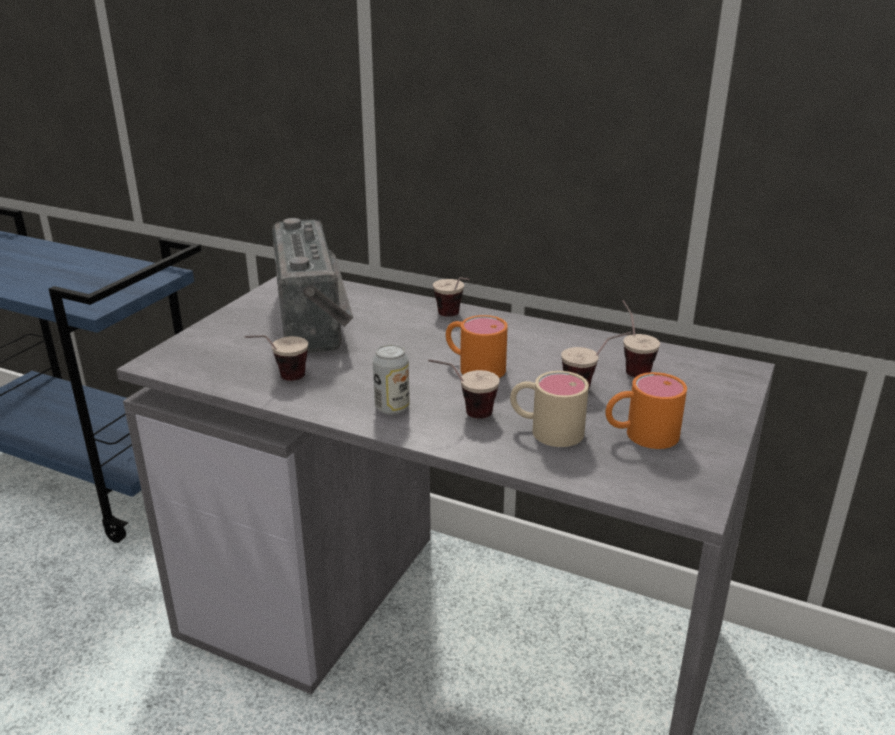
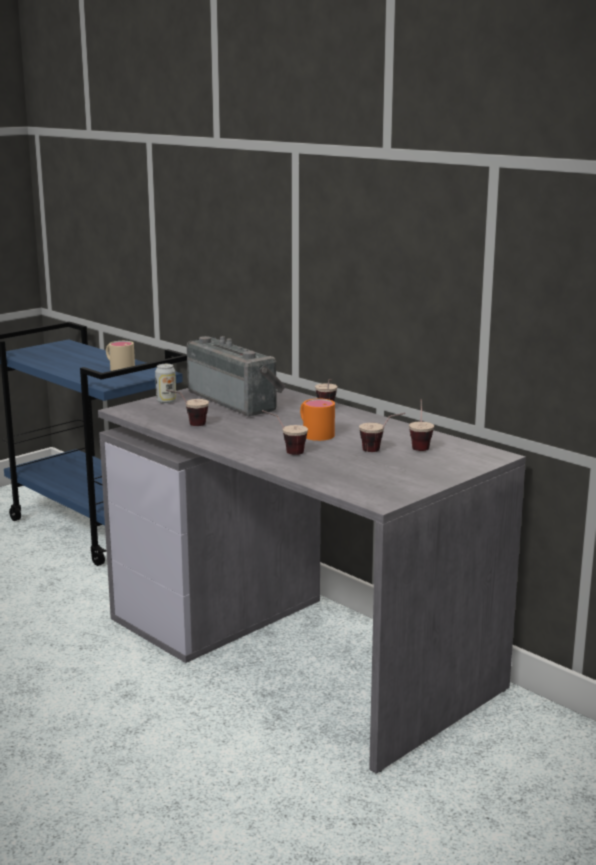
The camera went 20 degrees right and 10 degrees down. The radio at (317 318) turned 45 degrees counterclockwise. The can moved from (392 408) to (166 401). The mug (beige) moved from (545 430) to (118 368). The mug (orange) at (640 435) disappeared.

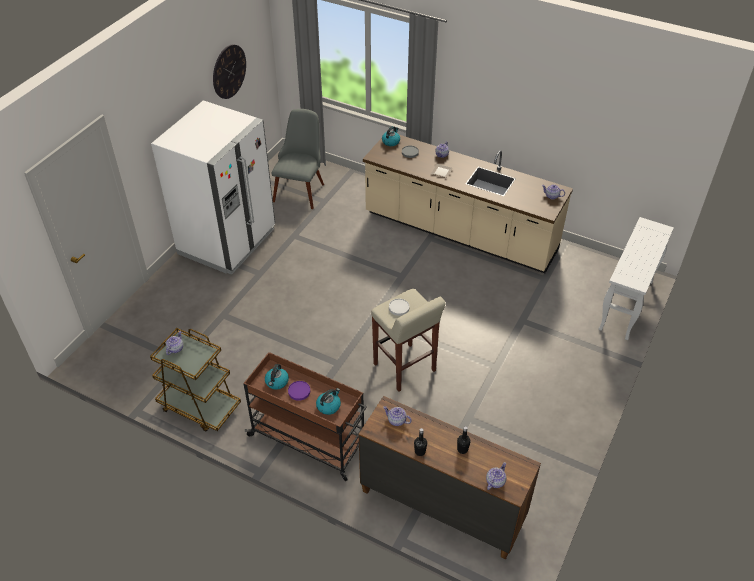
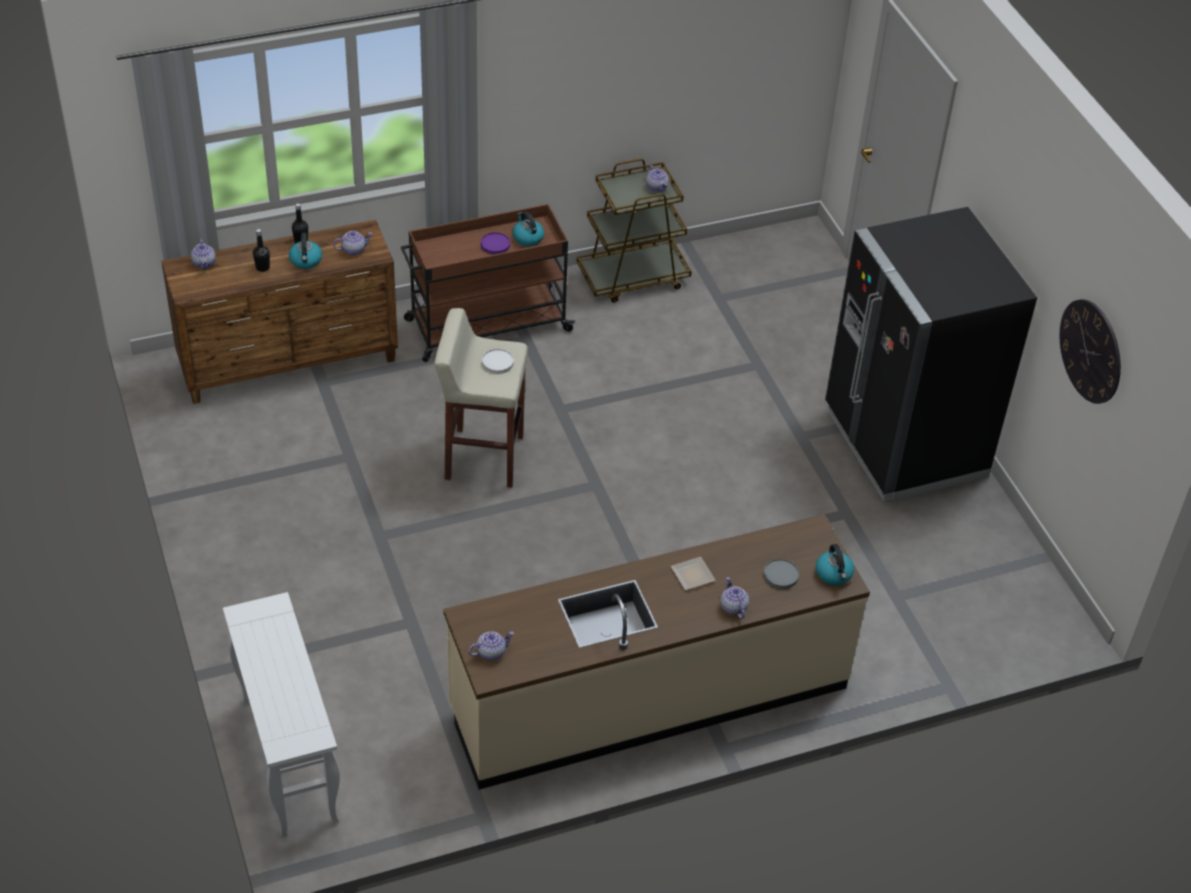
The camera went 130 degrees right and 0 degrees up. The fridge (white) at (227 241) became the fridge (black) at (904 443). The chair (grey) at (301 188) disappeared. The kettle moved from (328 406) to (306 261).

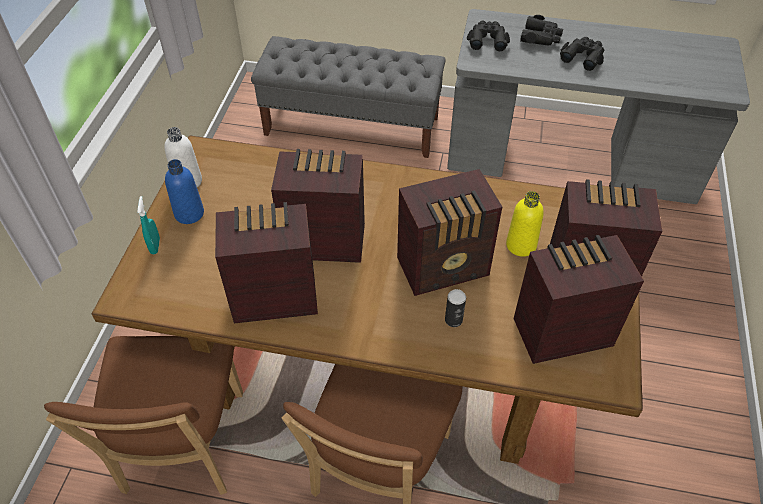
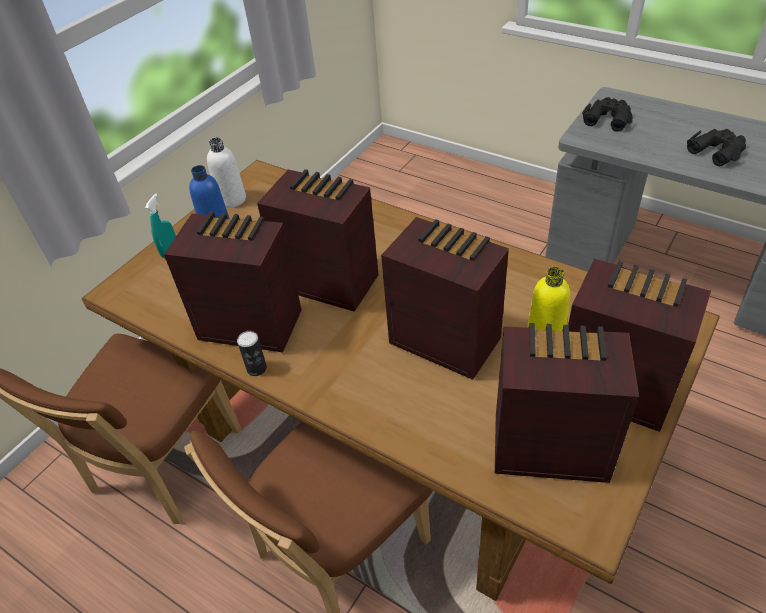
The camera went 25 degrees right and 5 degrees down. The bench (grey) at (352 126) disappeared. The radio at (445 268) turned 150 degrees counterclockwise. The can moved from (453 320) to (256 368). The binoculars (black) at (541 37) disappeared.

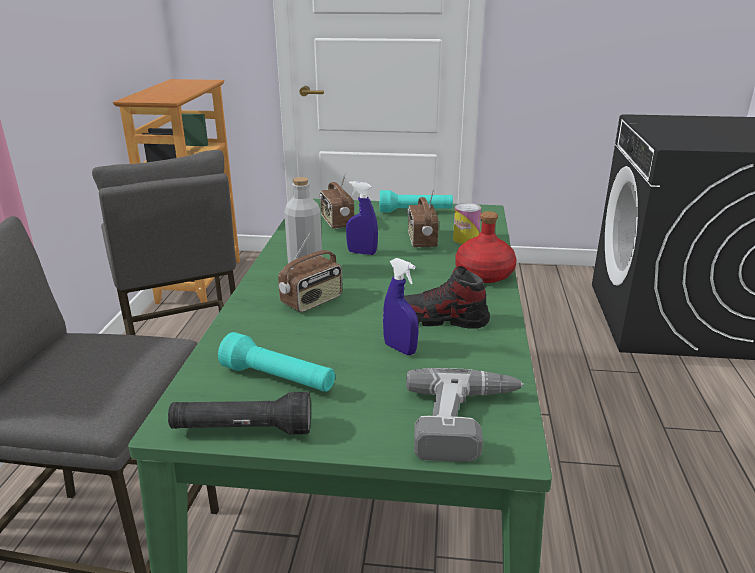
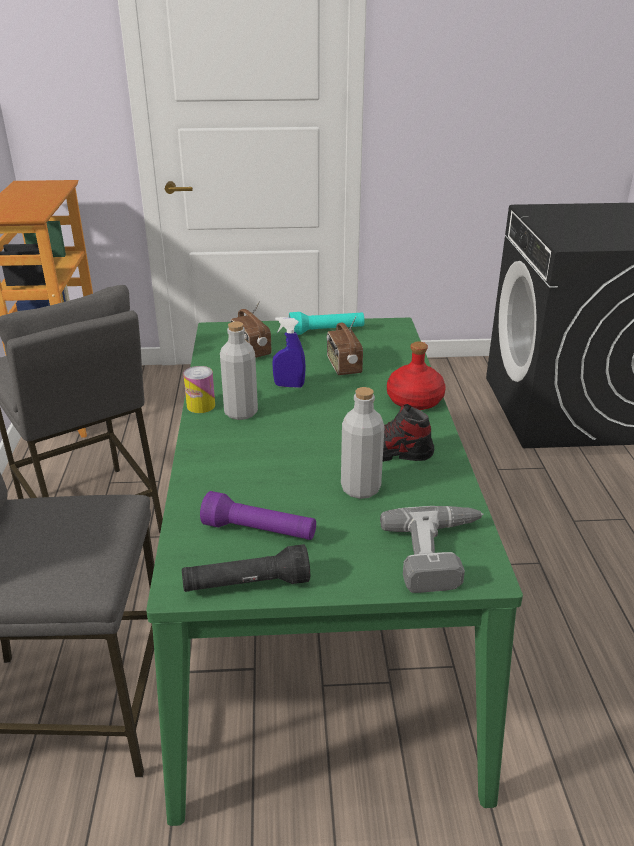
The camera went 10 degrees left and 5 degrees up. The flashlight (turquoise) at (278 379) became the flashlight (purple) at (259 531). The radio at (312 301) disappeared. The spray bottle (blue) at (400 349) was replaced by the bottle (grey) at (360 488). The can moved from (465 239) to (201 406).

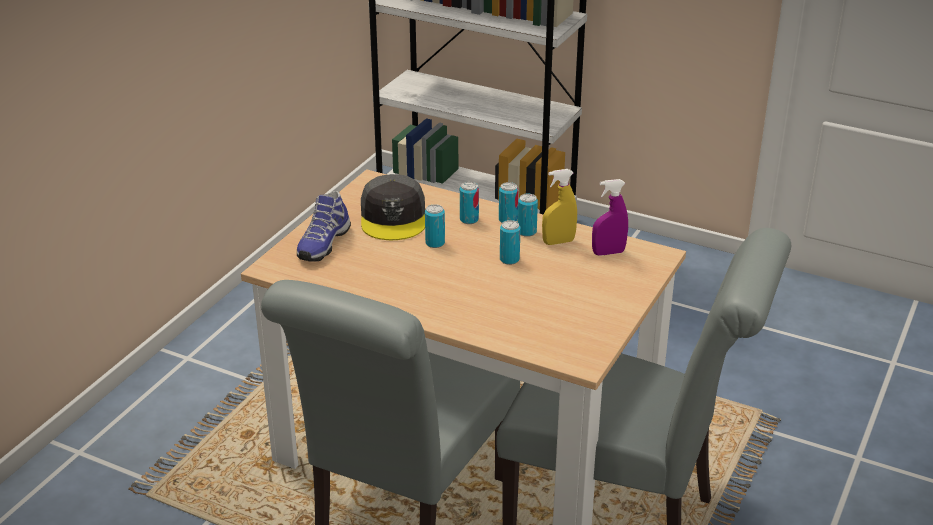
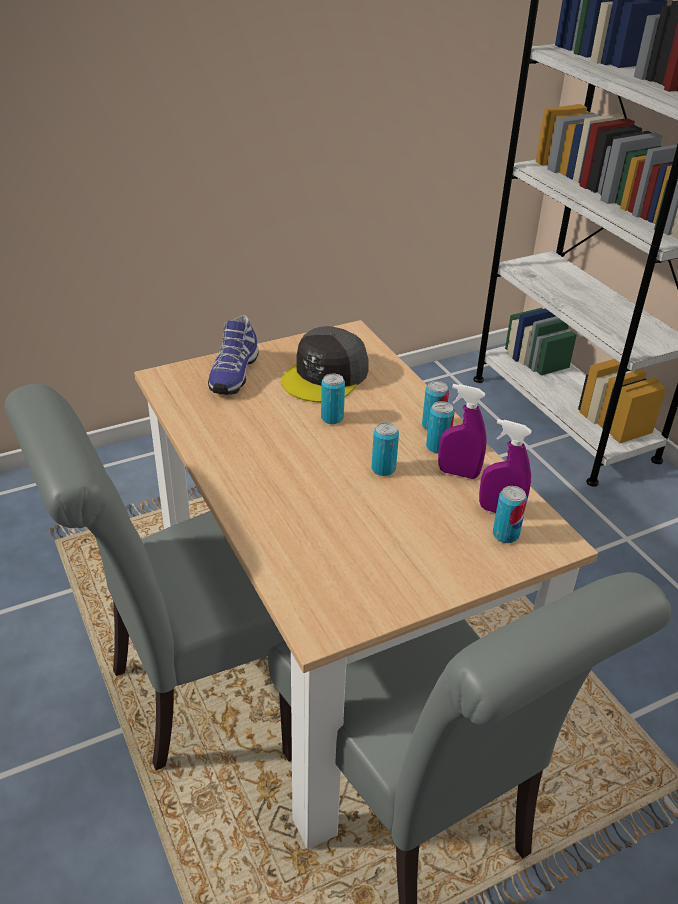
The camera went 35 degrees right and 5 degrees up. The shoe at (322 244) turned 45 degrees counterclockwise. The can moved from (469 220) to (505 535). The spray bottle (yellow) at (558 242) became the spray bottle (purple) at (458 473).

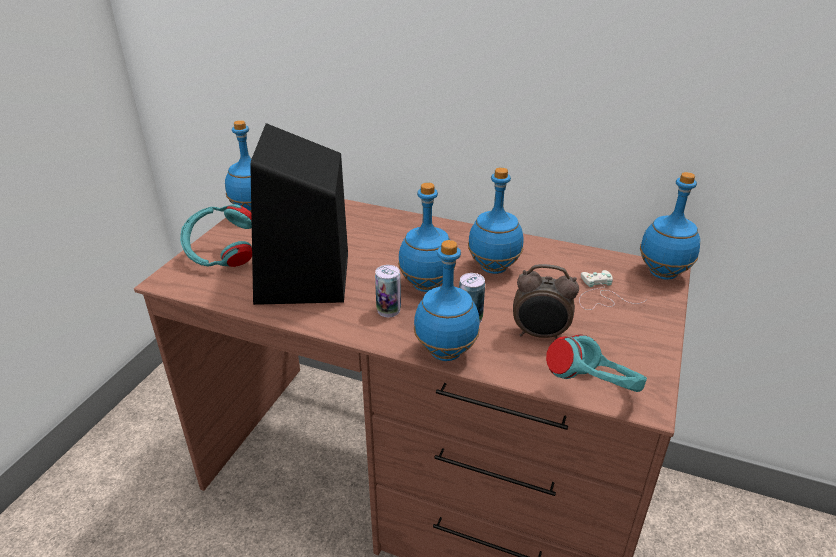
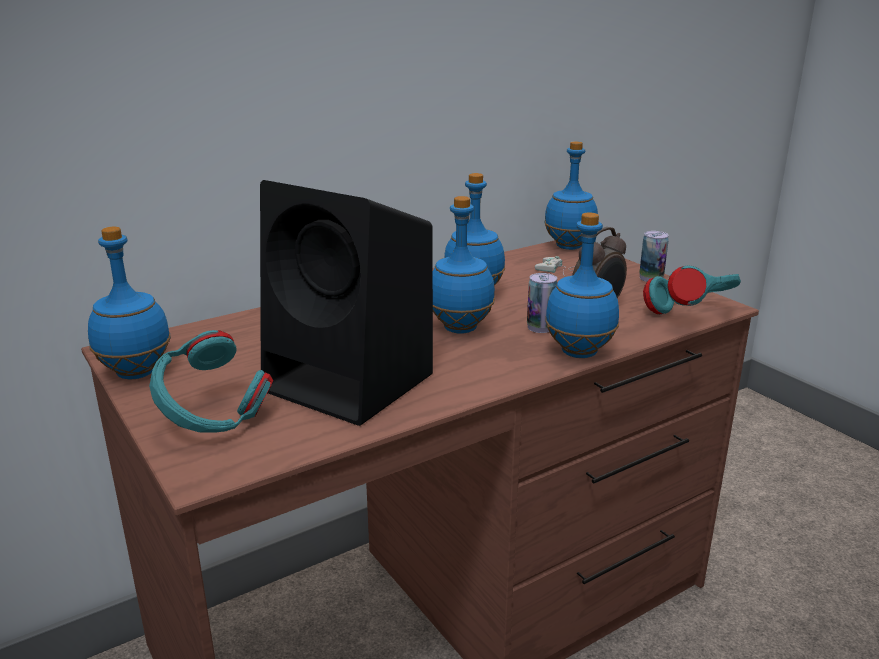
The camera went 55 degrees left and 10 degrees down. The can moved from (388 310) to (651 278).

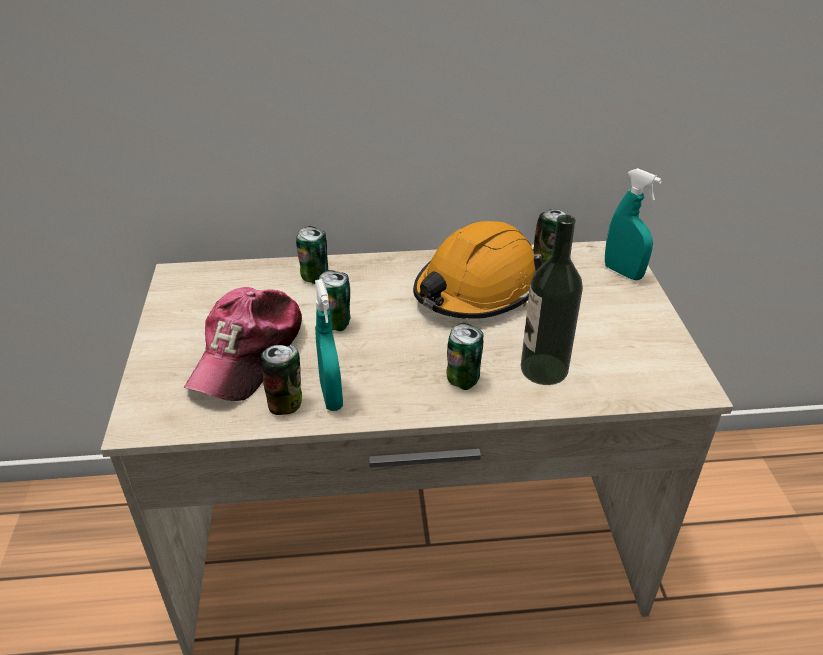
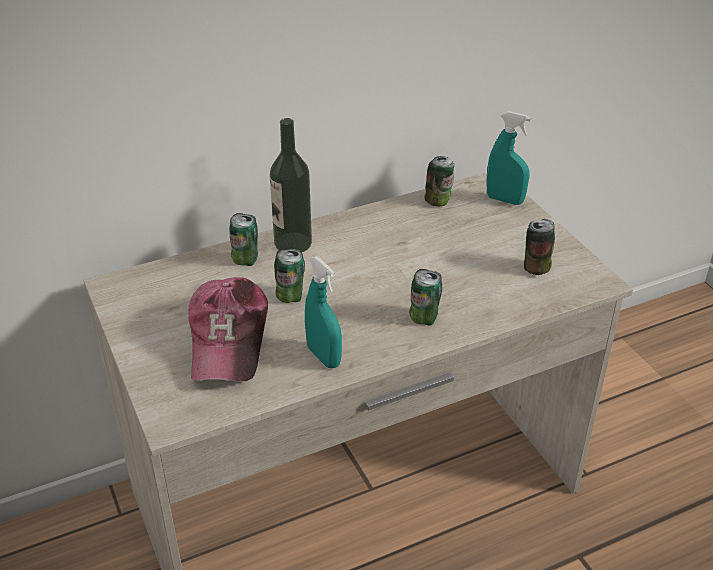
The camera went 20 degrees left and 0 degrees up. The can moved from (286 403) to (536 267). The hard hat (orange) at (476 290) disappeared. The bottle moved from (544 369) to (293 243).

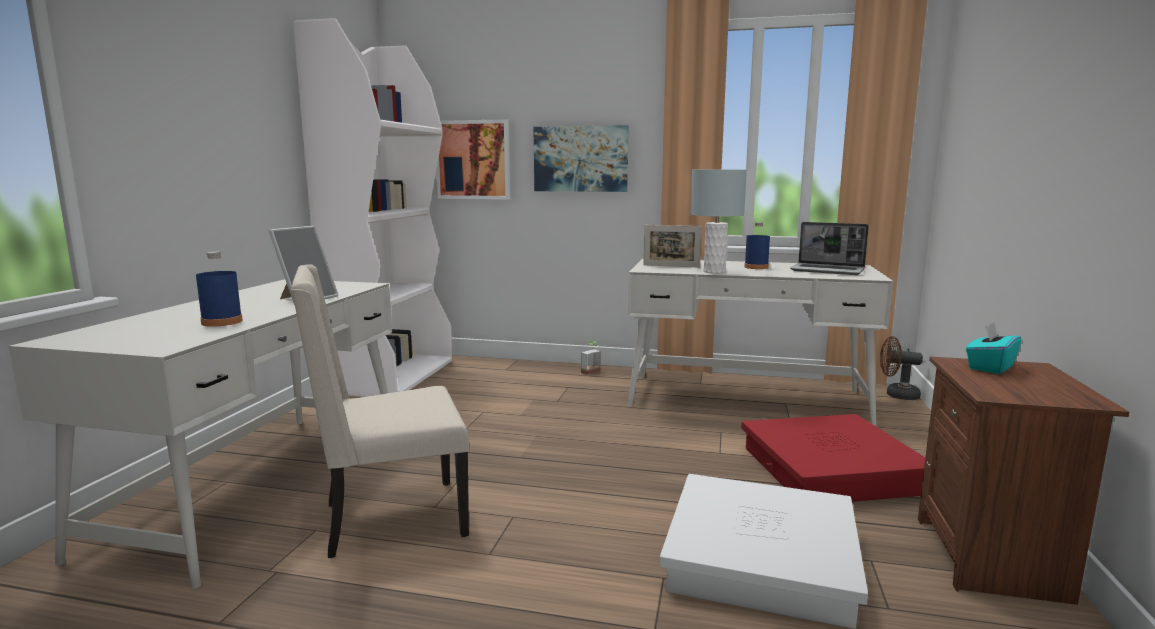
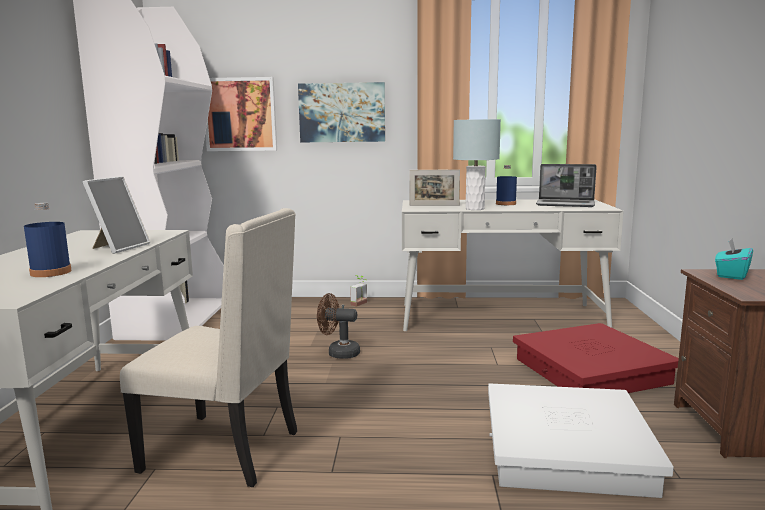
The camera went 10 degrees left and 0 degrees up. The chair (beige) at (391 519) turned 135 degrees counterclockwise. The fan (brown) moved from (896 395) to (338 353).

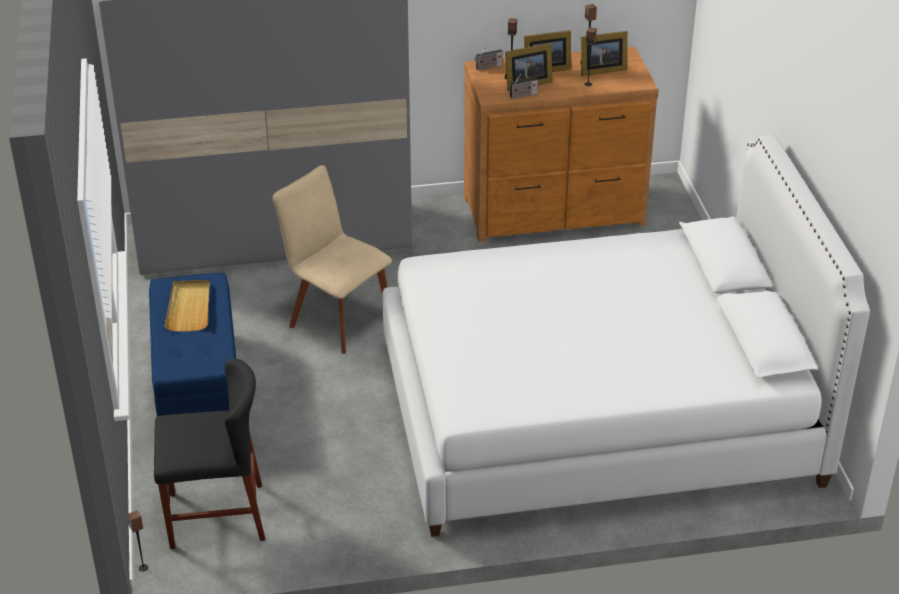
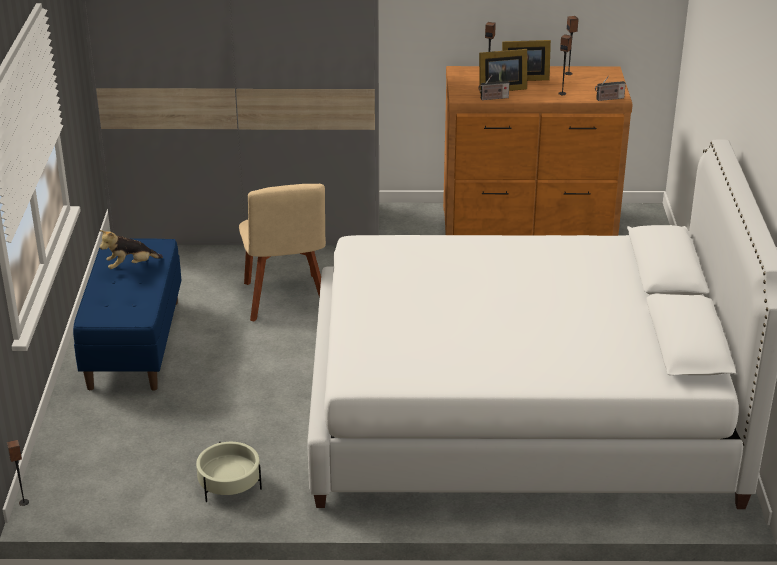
The camera went 10 degrees right and 5 degrees down. The chair (black) at (216 516) disappeared. The tray (beige) at (189 308) was replaced by the plush toy at (130 266). The chair (beige) at (337 319) turned 150 degrees counterclockwise. The radio moved from (488 67) to (609 99). The picture frame at (600 70) disappeared. The planter (beige) at (229 485) appeared.

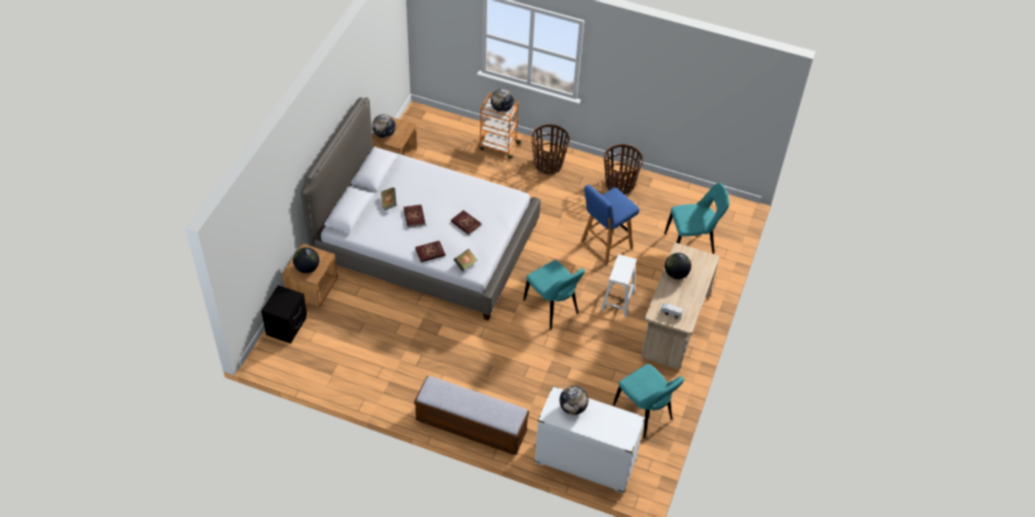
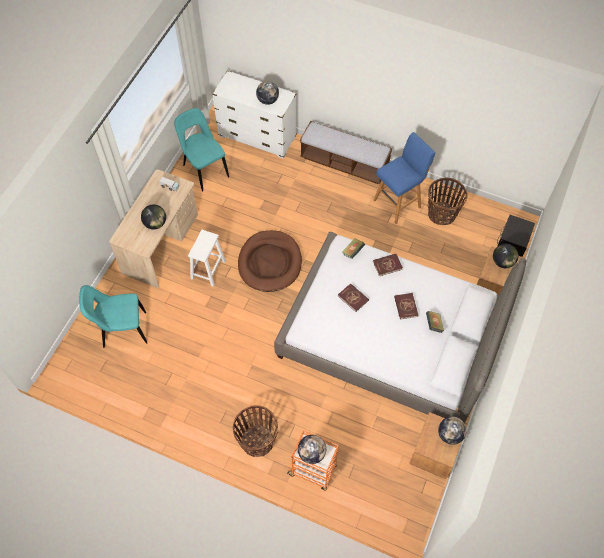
The camera went 175 degrees left and 10 degrees up. The chair (turquoise) at (552 309) was replaced by the dog bed (brown) at (270 263). The stool (blue) moved from (605 245) to (398 203). The basket moved from (619 184) to (442 214).

